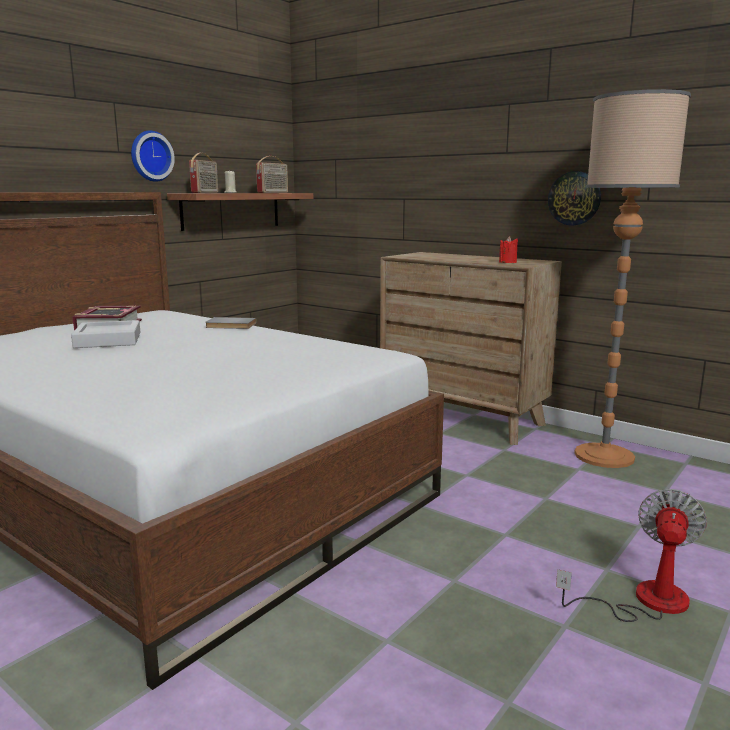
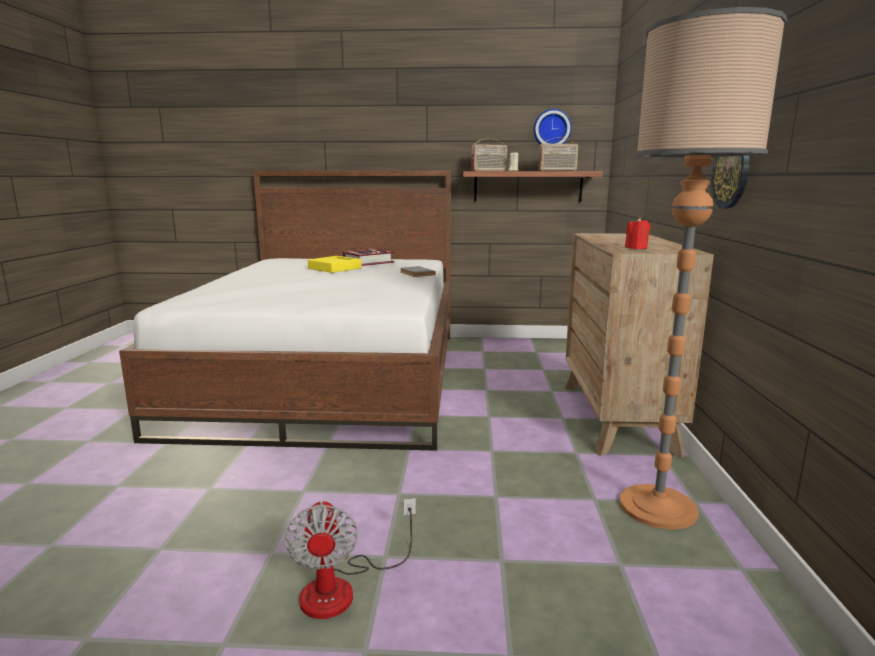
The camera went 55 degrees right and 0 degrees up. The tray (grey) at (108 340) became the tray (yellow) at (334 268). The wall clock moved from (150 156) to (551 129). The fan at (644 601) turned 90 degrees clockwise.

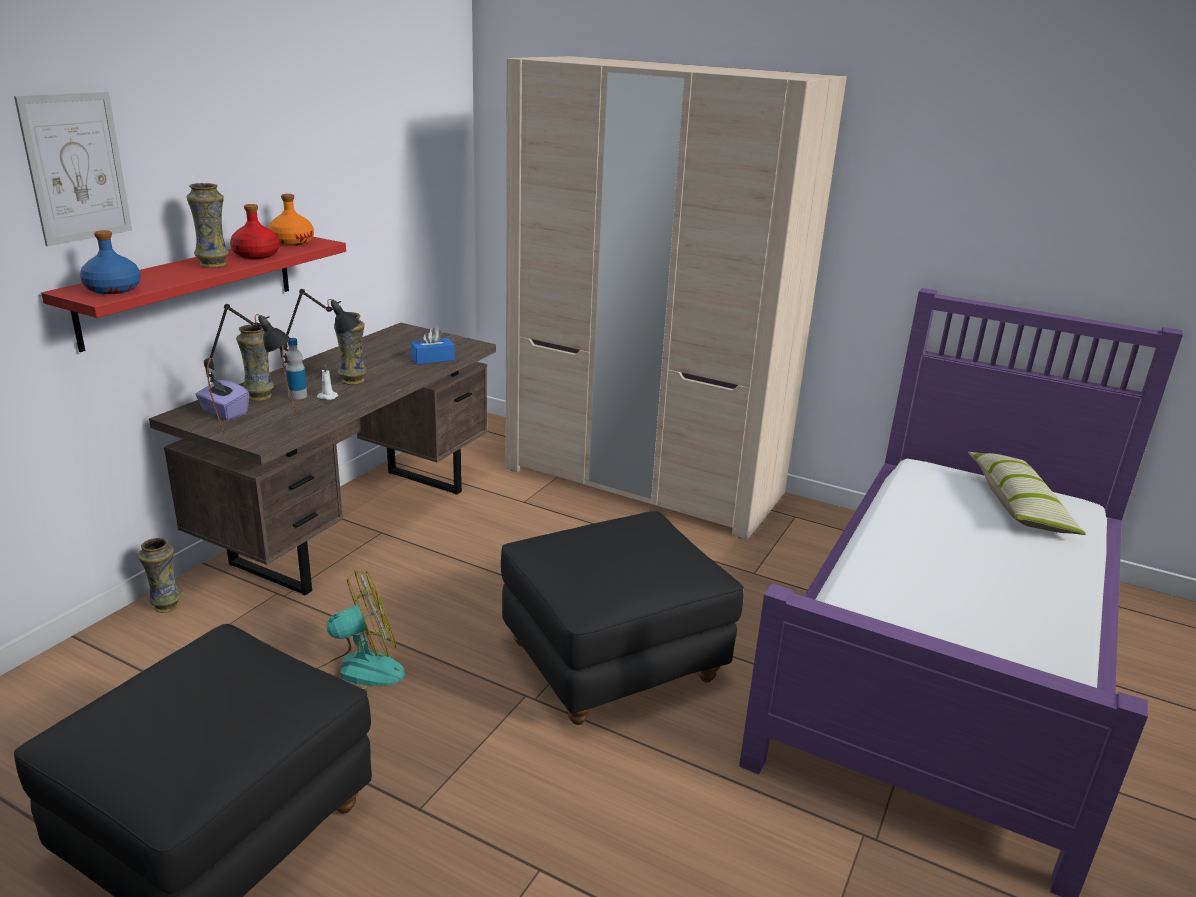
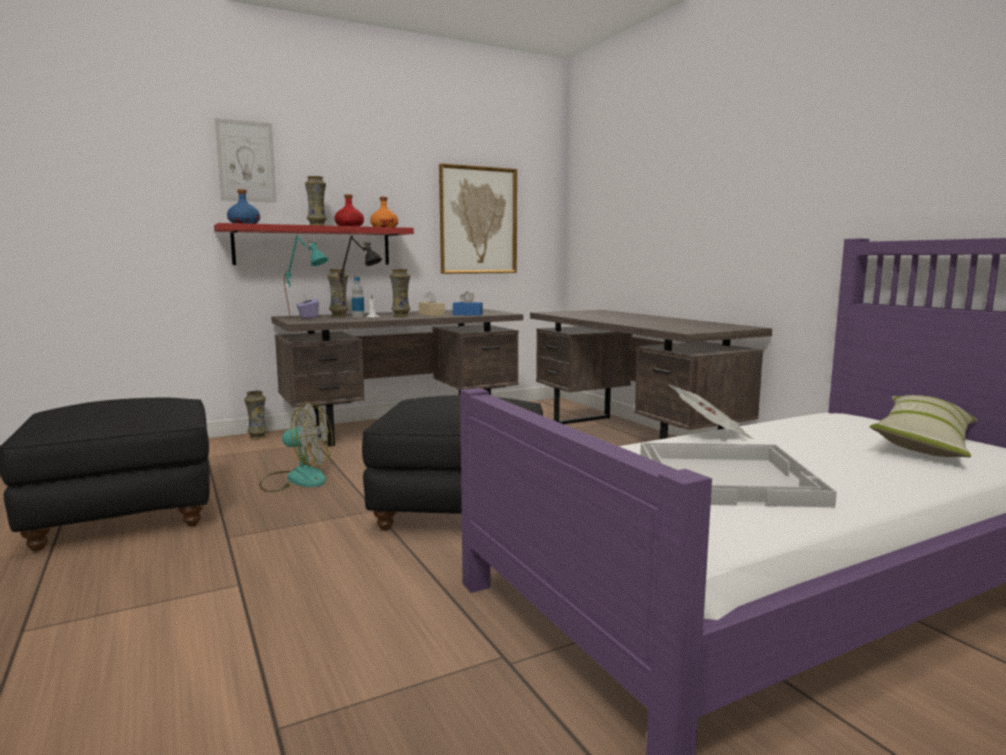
The camera went 35 degrees right and 15 degrees down. The table lamp (black) at (257 429) became the table lamp (turquoise) at (308 320). The wardrobe (beige) at (643 481) was replaced by the desk (brown) at (632 439). The tissue box (beige) at (431 314) appeared. The picture at (478 220) appeared. The tray (white) at (727 477) appeared. The newspaper at (710 433) appeared.

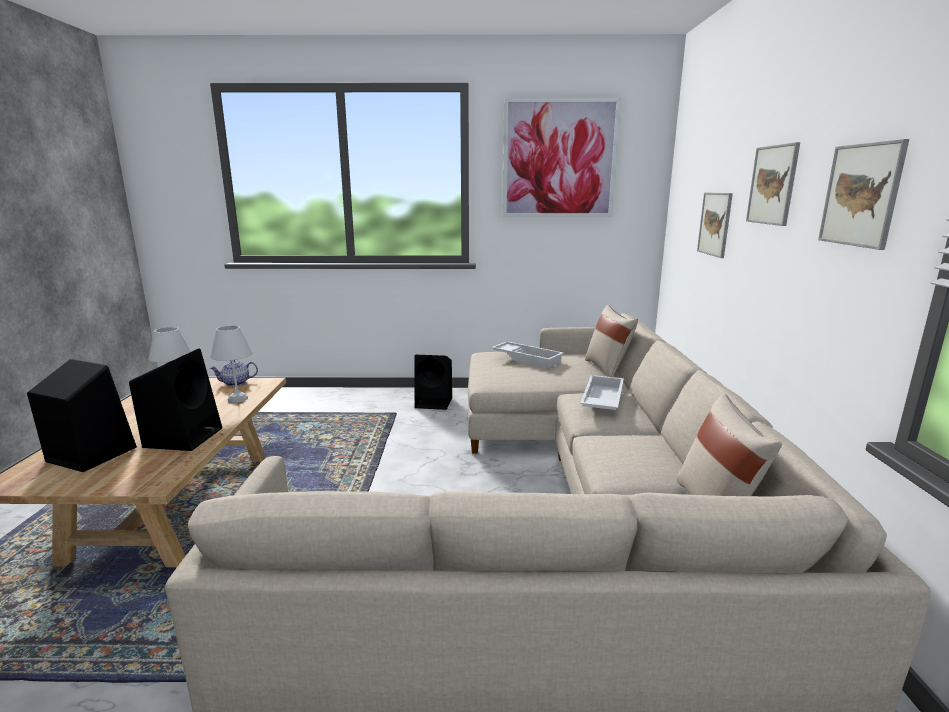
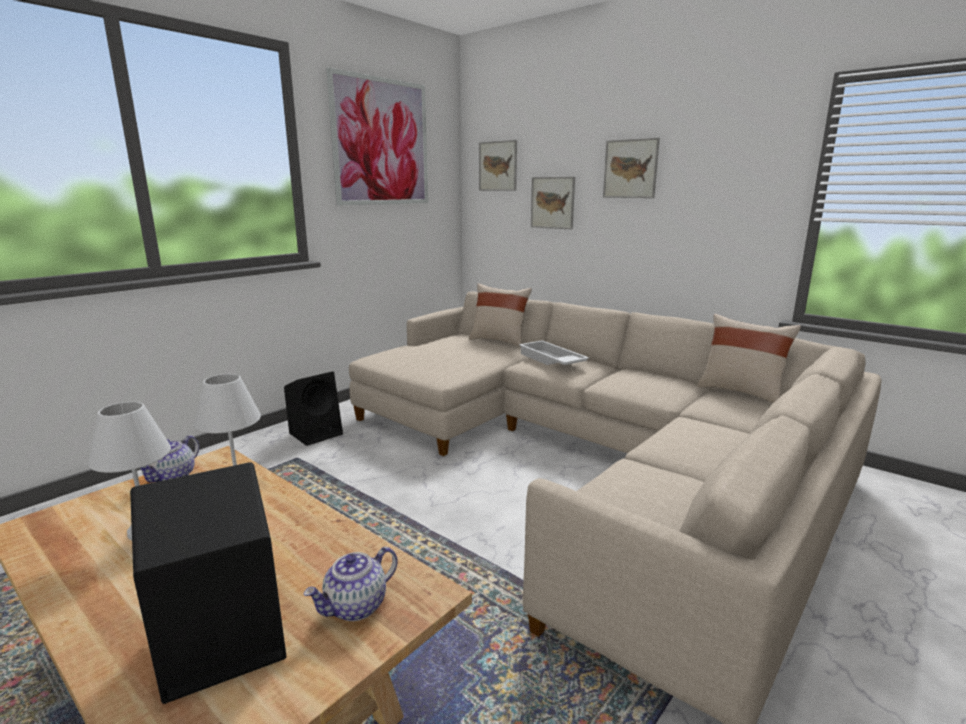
The camera went 50 degrees left and 0 degrees up. The speaker (black) at (184 436) disappeared. The tray (white) at (527 358) disappeared. The picture moved from (861 195) to (498 166). The teapot at (356 607) appeared.

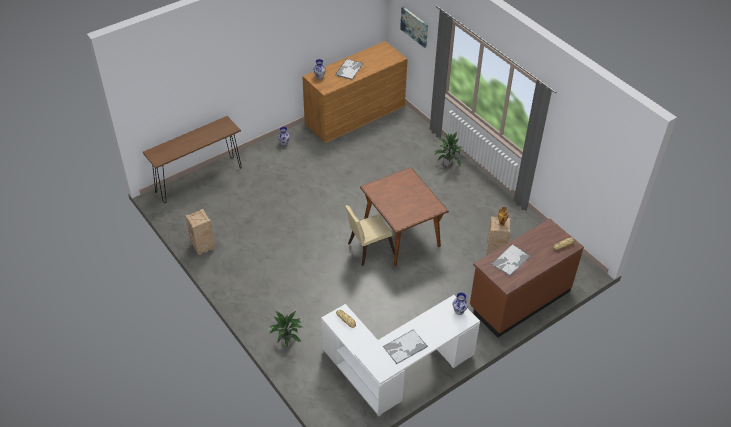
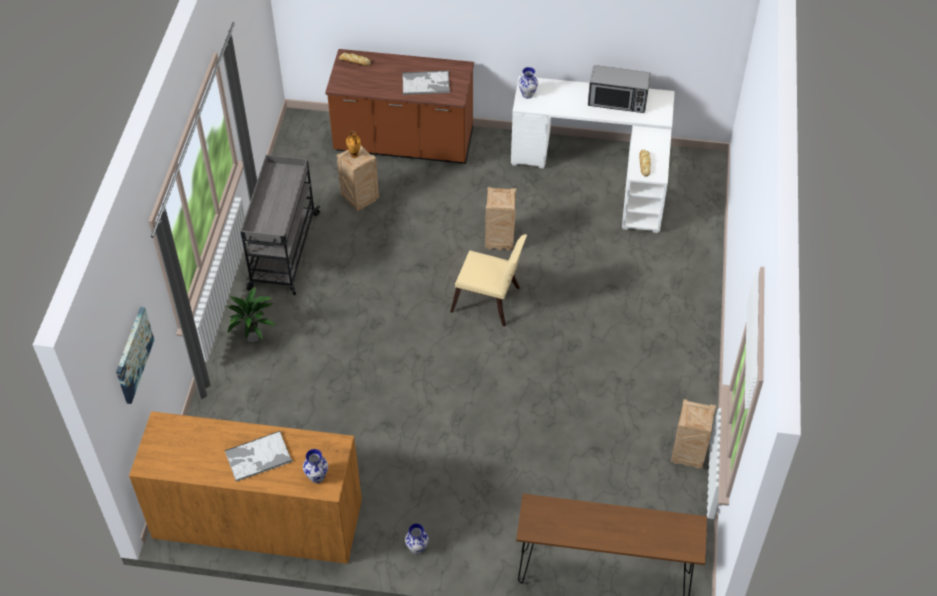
The camera went 135 degrees left and 5 degrees up. The potted plant at (287 343) disappeared. The dining table (brown) at (401 235) disappeared. The tray at (404 347) was replaced by the microwave at (617 101). The cart (grey) at (283 252) appeared. The crate at (500 240) appeared.

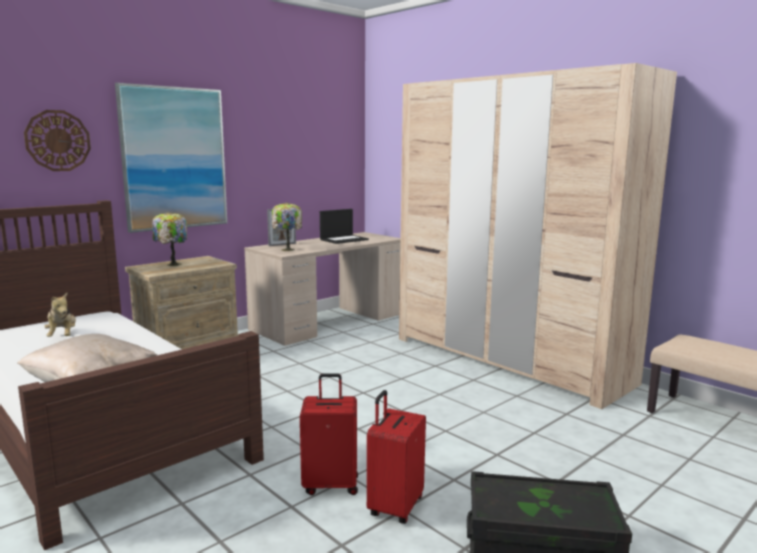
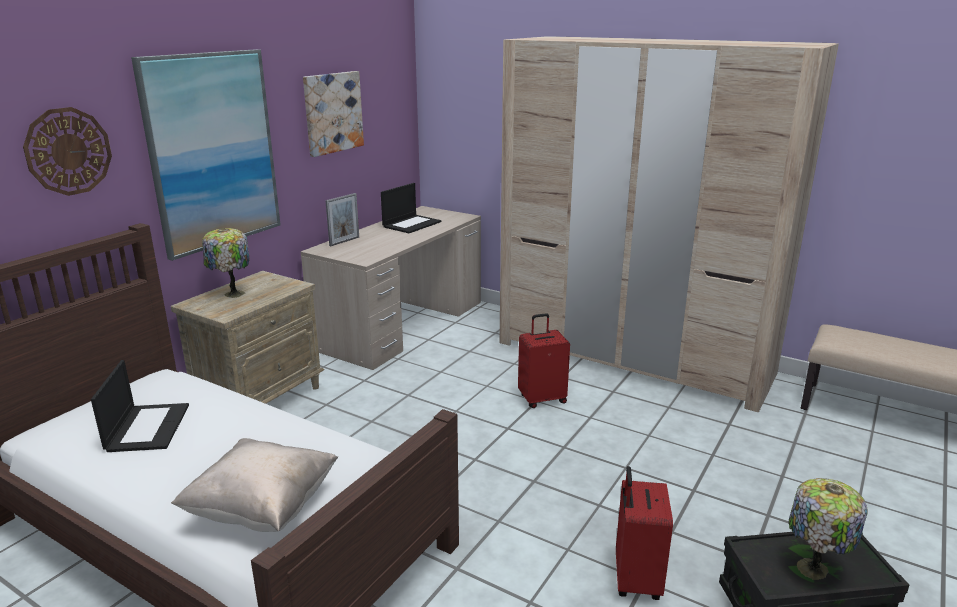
The camera went 15 degrees left and 10 degrees up. The plush toy at (63 336) was replaced by the laptop at (147 427). The table lamp moved from (287 250) to (813 571). The suitcase (red) moved from (331 484) to (542 399). The picture at (332 112) appeared.

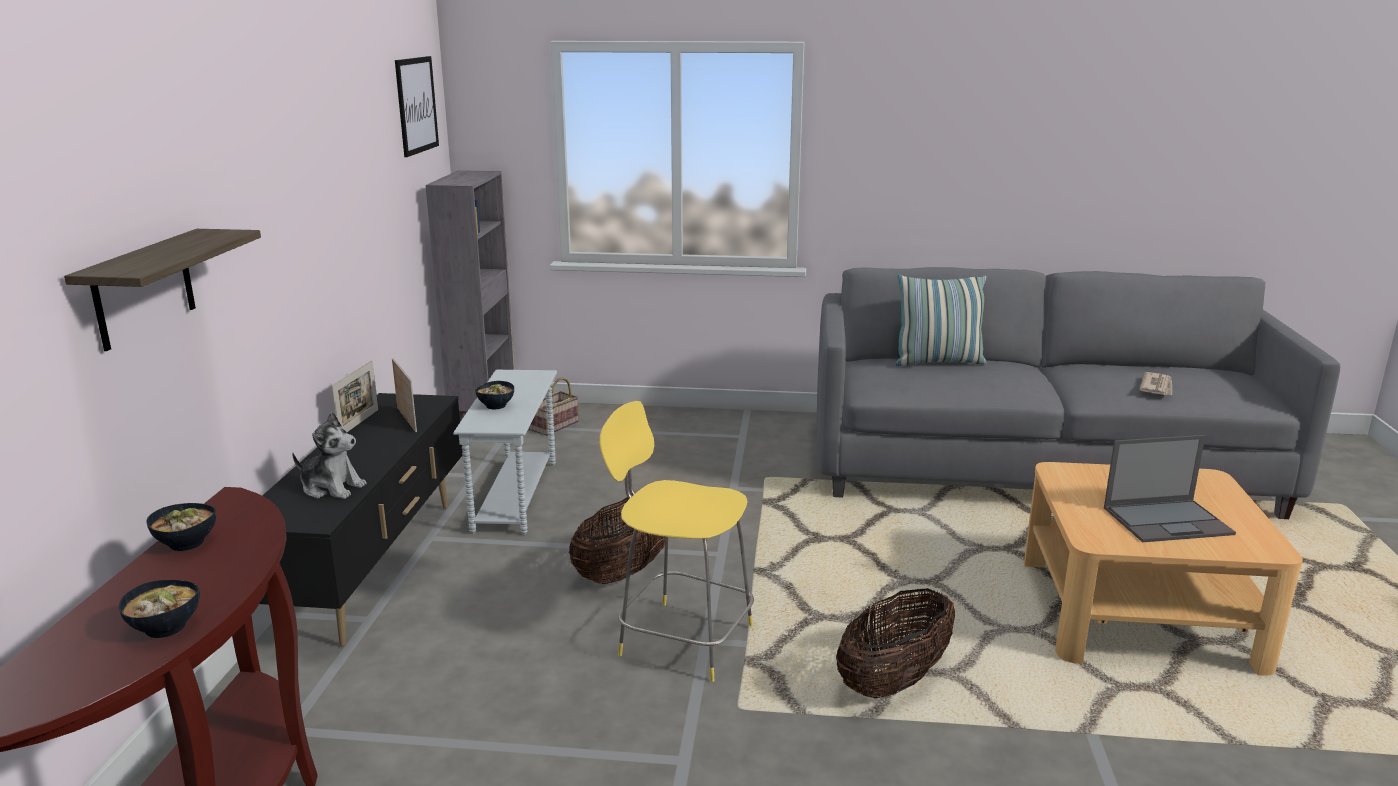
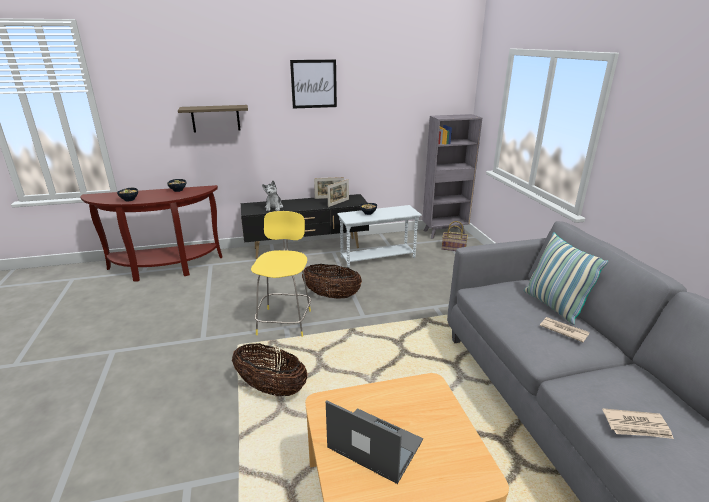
The camera went 70 degrees right and 5 degrees up. The picture moved from (416 105) to (314 84). The laptop at (1168 521) turned 150 degrees clockwise. The newspaper at (563 330) appeared.

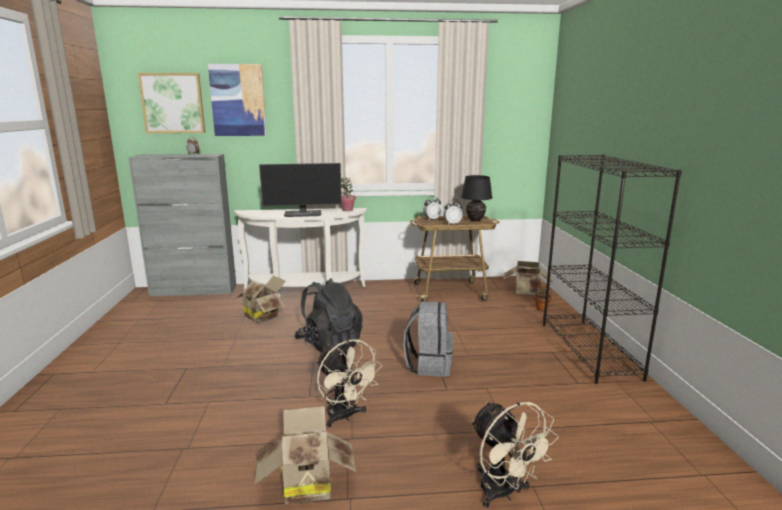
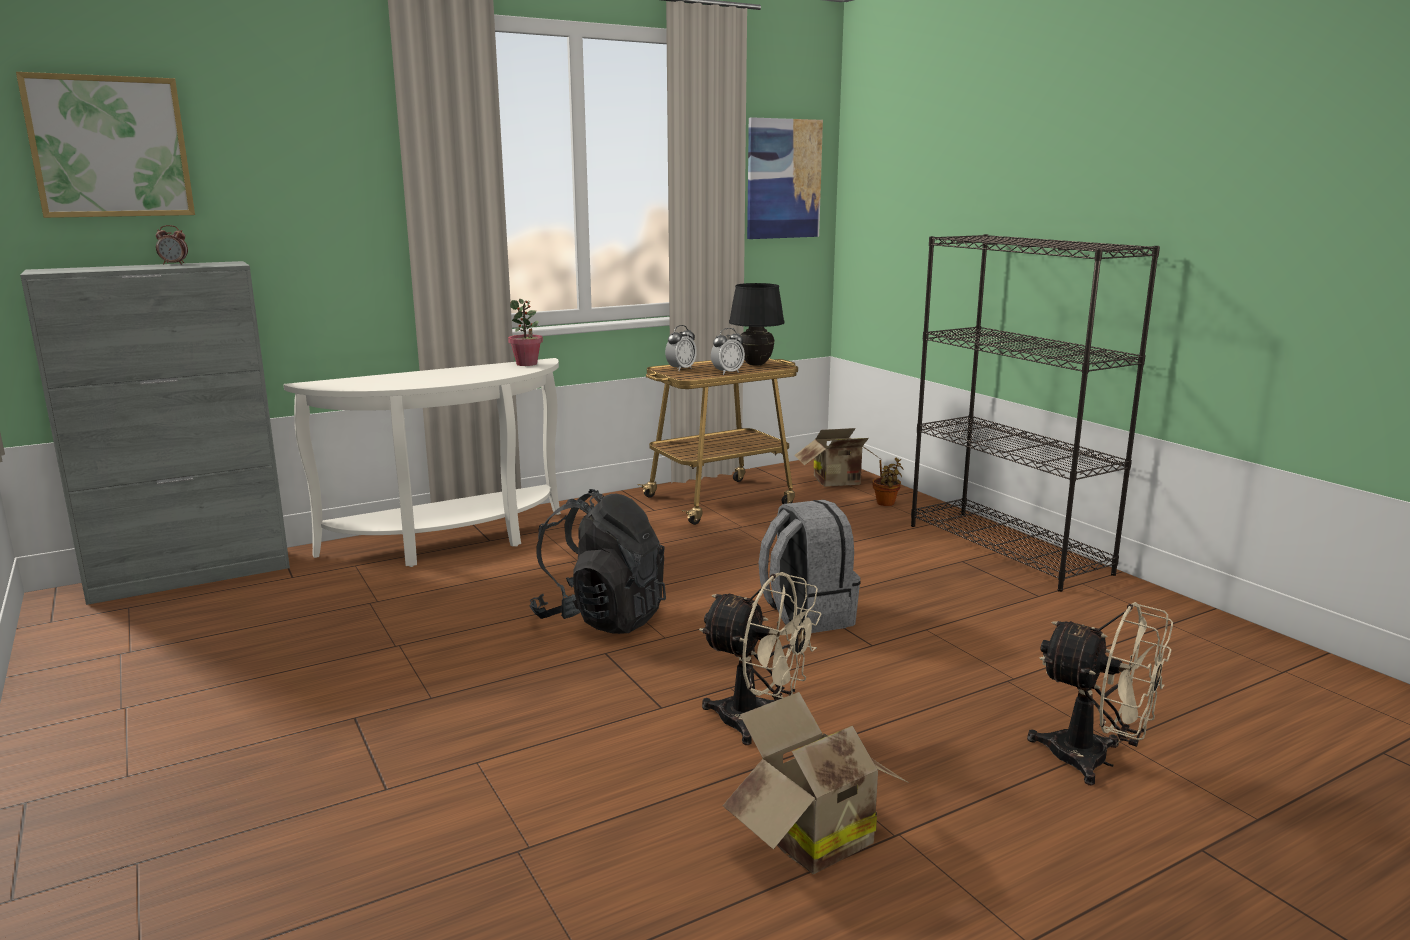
The camera went 25 degrees left and 0 degrees up. The picture moved from (238 100) to (783 179). The cardboard box at (263 316) disappeared. The monitor at (304 214) disappeared.

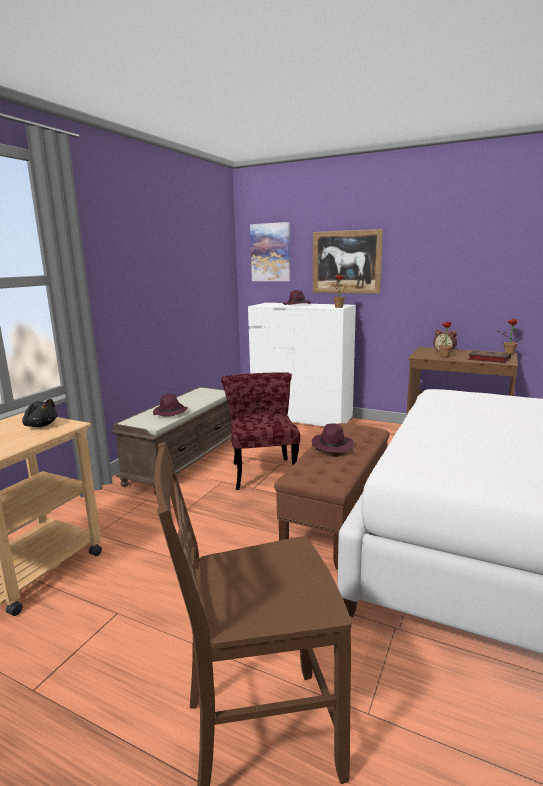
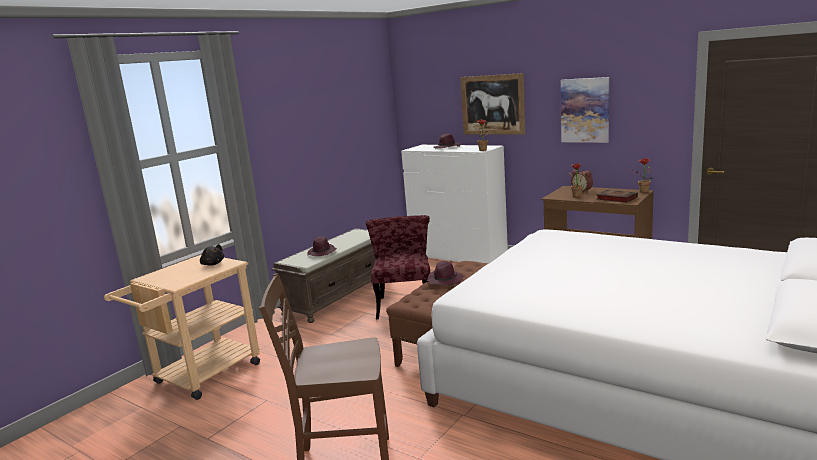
The camera went 10 degrees right and 0 degrees up. The picture moved from (270 252) to (585 110).

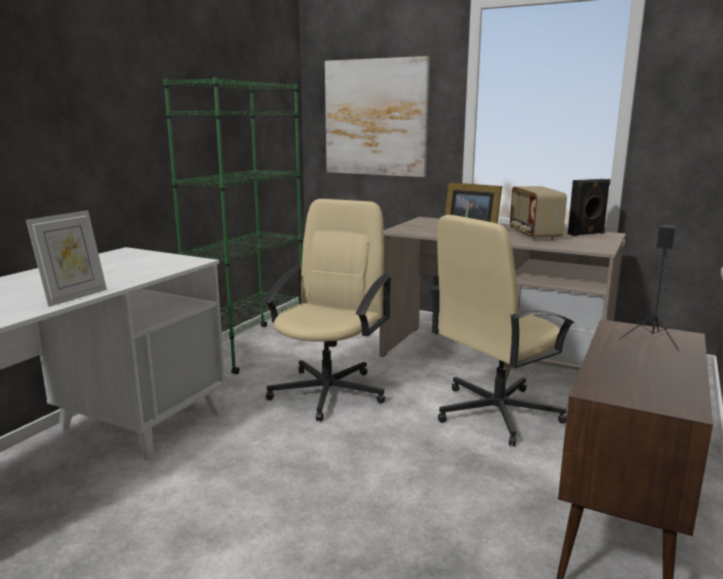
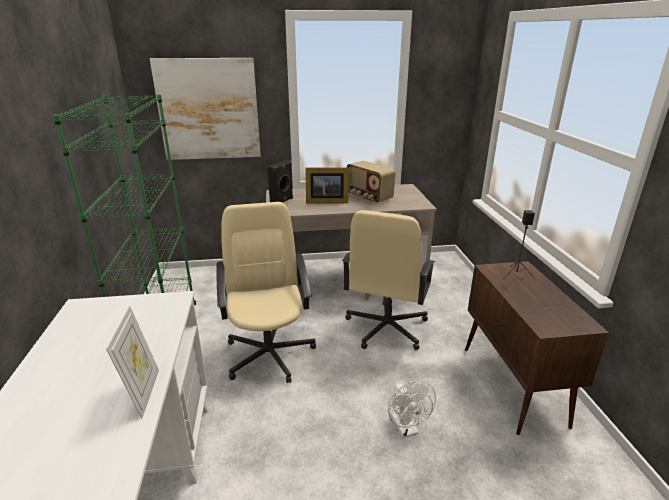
The camera went 35 degrees left and 10 degrees up. The speaker (black) moved from (587 234) to (282 201). The fan (white) at (407 429) appeared.

